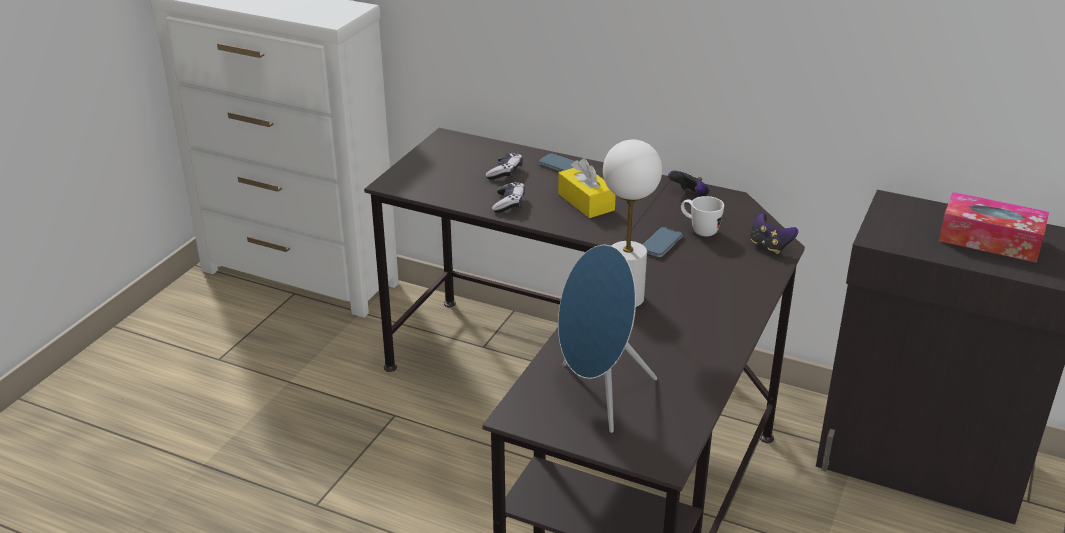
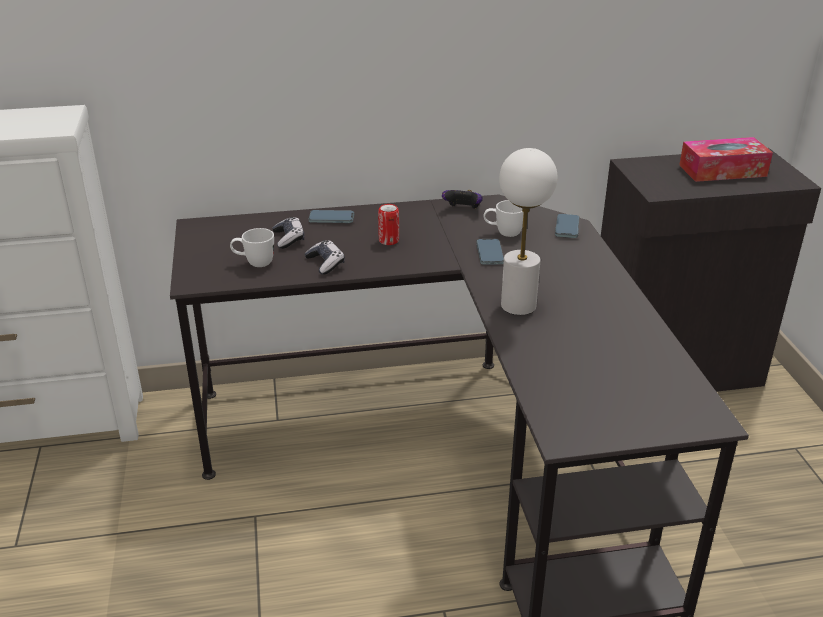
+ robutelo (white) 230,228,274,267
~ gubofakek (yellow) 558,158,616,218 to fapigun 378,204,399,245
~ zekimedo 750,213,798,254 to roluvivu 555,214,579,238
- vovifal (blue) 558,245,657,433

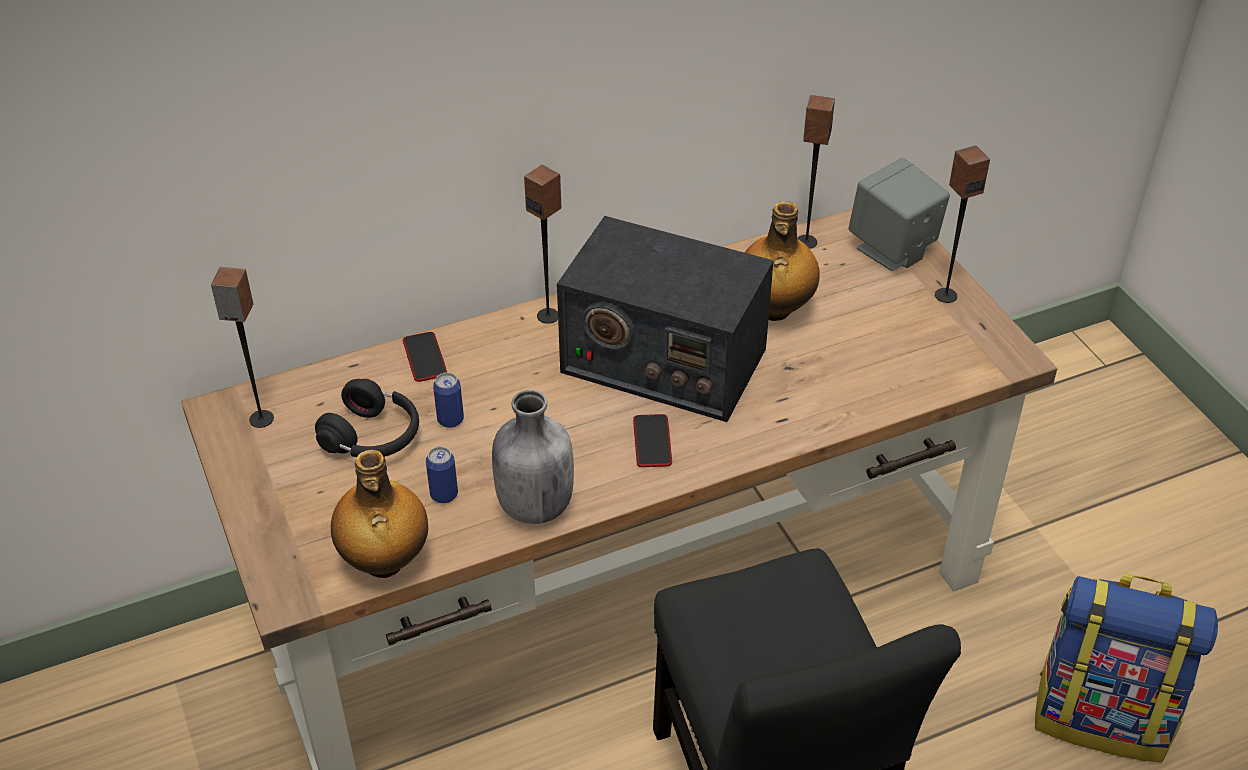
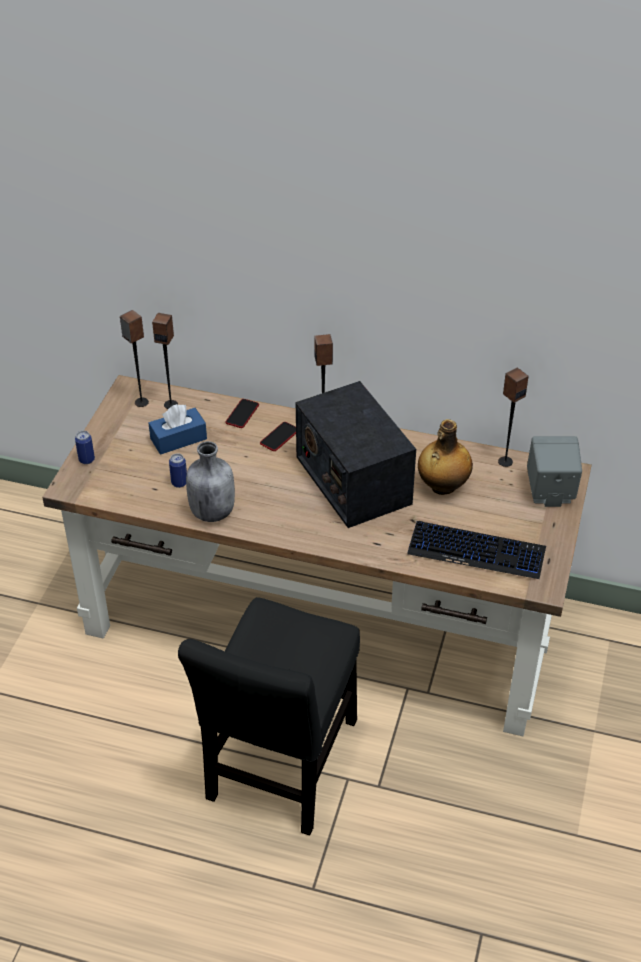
~ fapigun 433,372,464,428 to 75,431,95,464
~ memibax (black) 315,379,419,457 to gubofakek (blue) 148,404,207,455
~ vovifal 935,145,990,303 to 152,313,178,409
~ roluvivu 633,414,672,467 to 260,422,296,451
+ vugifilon 407,521,546,579
- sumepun 331,450,428,578
- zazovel 1035,574,1218,763

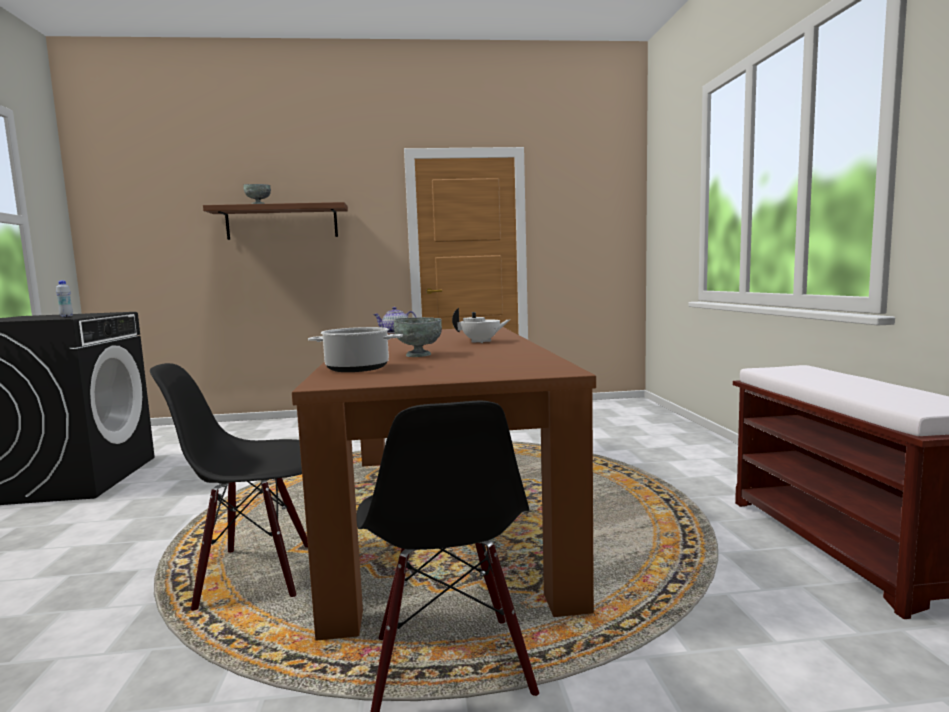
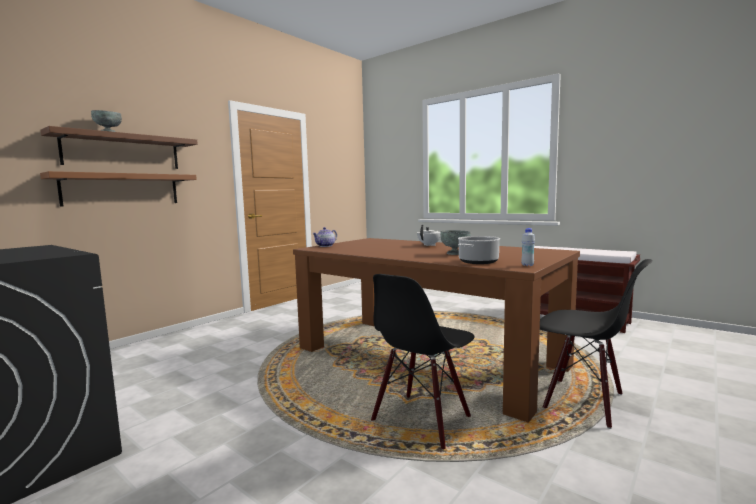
+ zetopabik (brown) 40,171,197,207
~ sumepun (white) 56,280,73,317 to 521,228,535,266

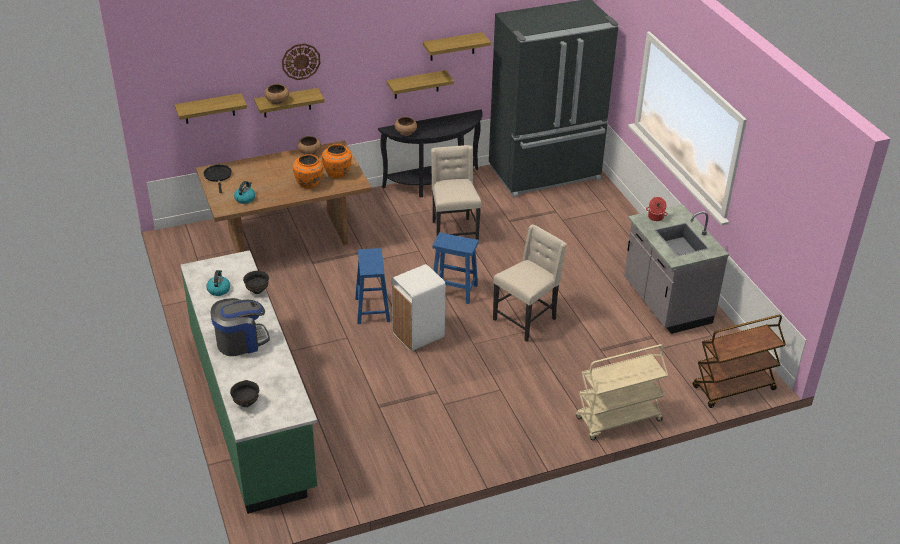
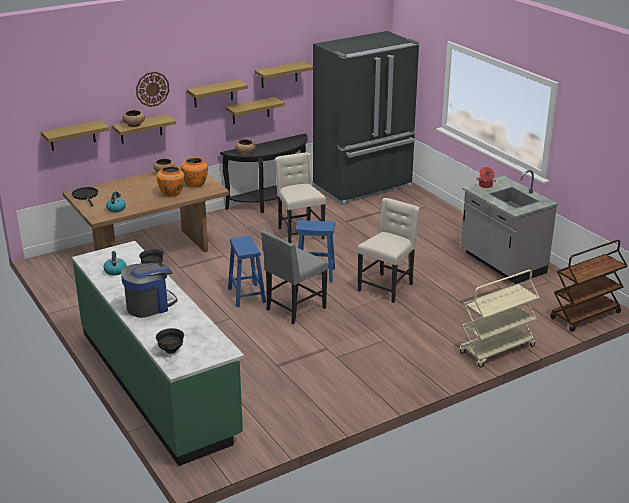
+ zetopabik 187,80,248,107
~ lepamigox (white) 391,264,446,351 to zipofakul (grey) 261,230,328,324

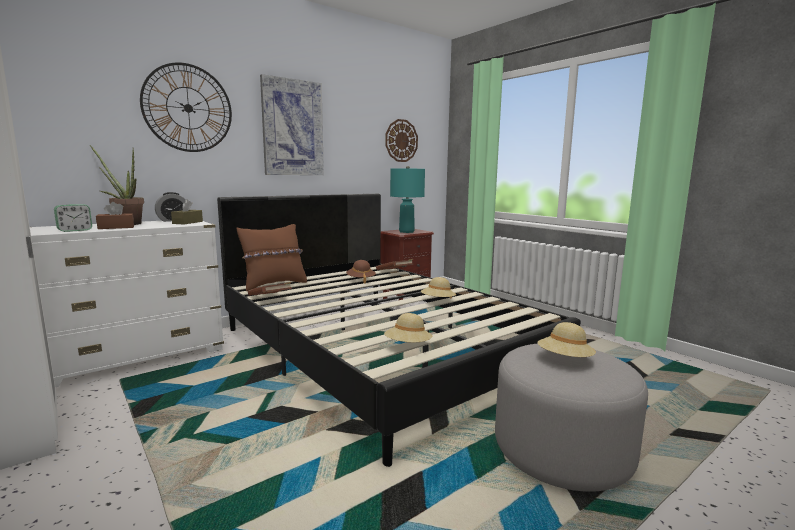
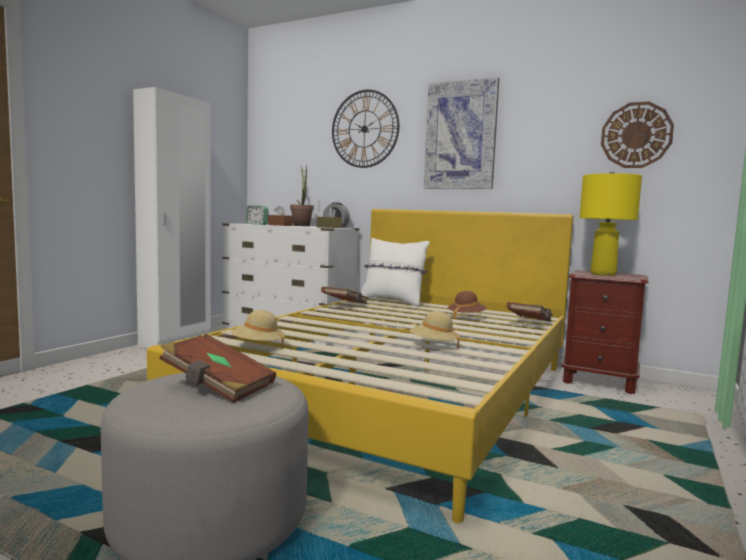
~ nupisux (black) 217,194,581,467 to nupisux (yellow) 147,209,573,523
~ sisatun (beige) 537,322,596,357 to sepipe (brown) 159,334,276,403
~ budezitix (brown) 236,224,307,291 to budezitix (white) 361,238,429,307
~ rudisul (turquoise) 390,166,425,233 to rudisul (yellow) 580,171,642,276

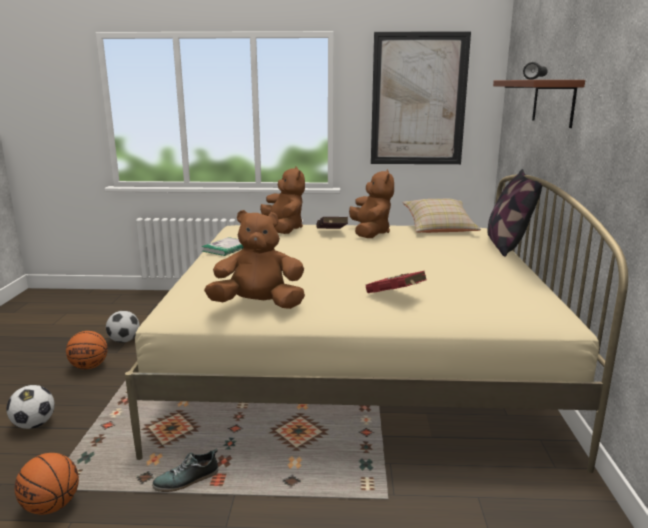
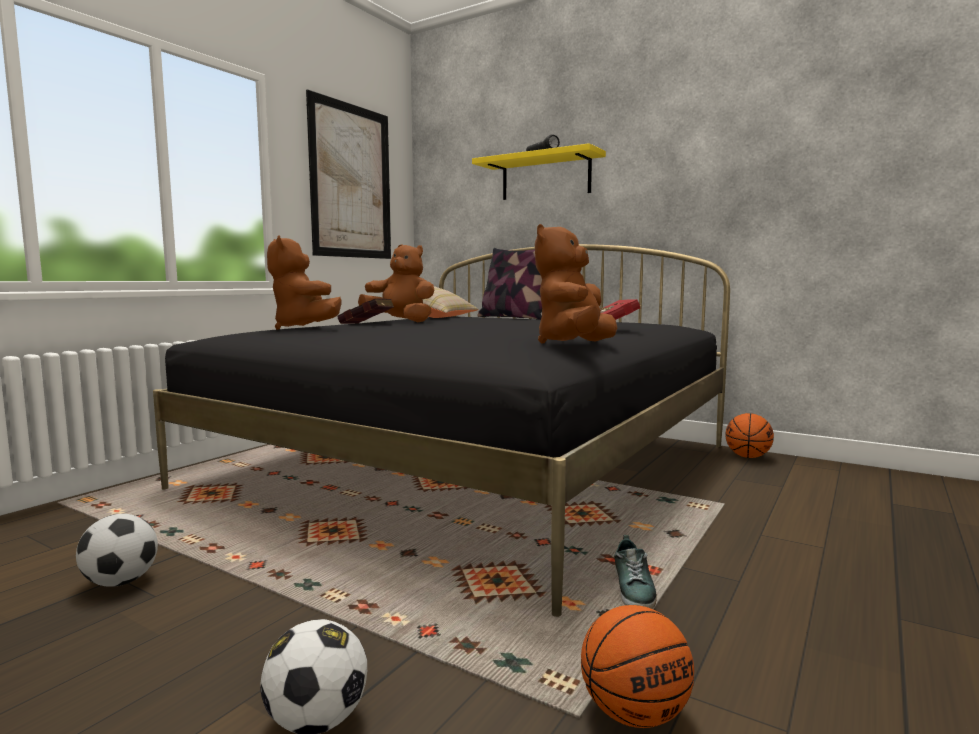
~ nupisux (beige) 125,174,628,473 to nupisux (black) 153,244,730,617
~ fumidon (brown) 260,166,305,234 = 267,235,341,330 135 degrees counterclockwise
~ zetopabik (brown) 493,80,585,128 to zetopabik (yellow) 472,143,606,200
~ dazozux 66,331,108,369 to 726,413,774,458
- sepipe 201,237,244,256

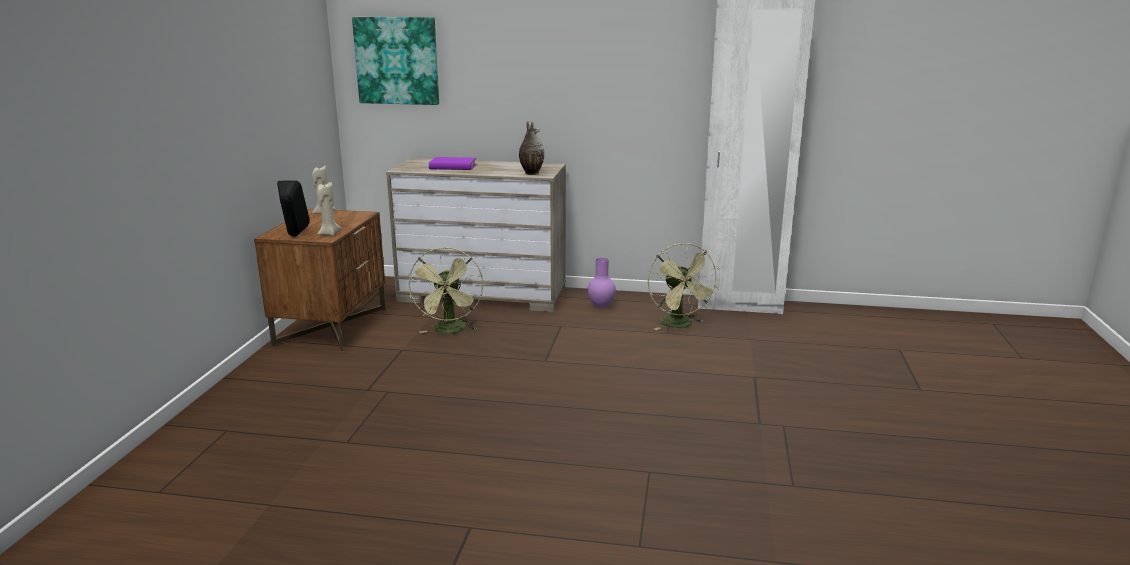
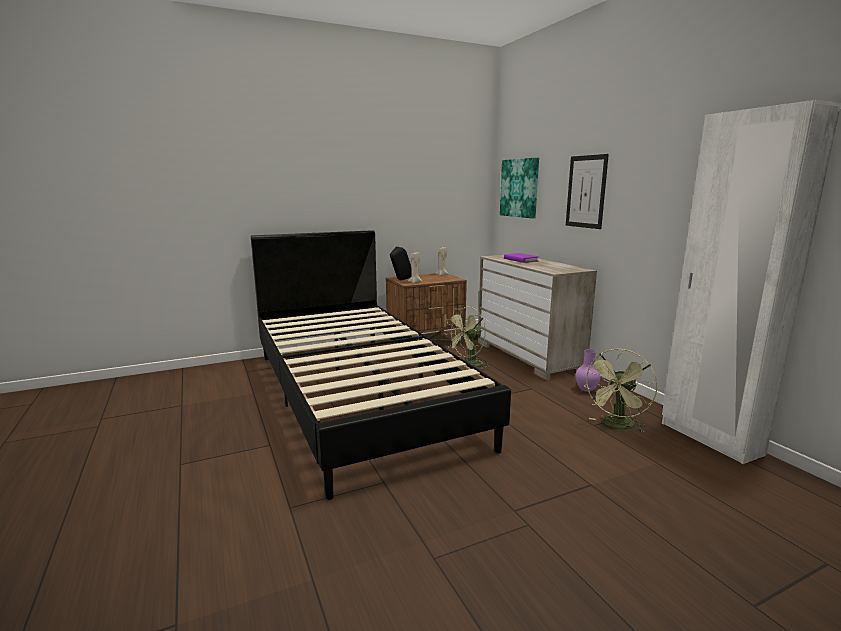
+ nupisux (black) 251,230,511,500
+ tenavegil 566,154,609,229
- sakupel 519,122,544,175

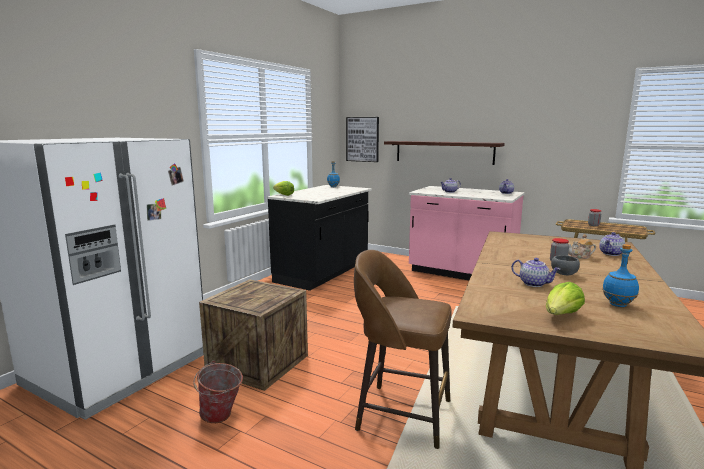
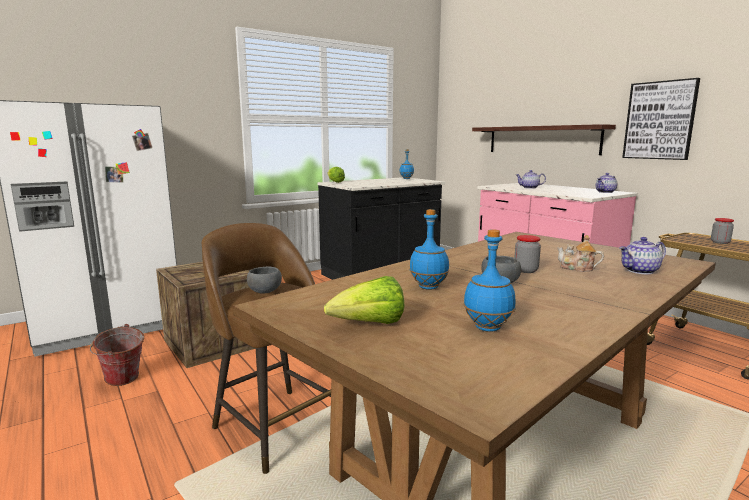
+ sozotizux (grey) 247,267,282,294
~ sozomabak 512,258,561,287 to sumepun (blue) 409,209,449,290
~ tenavegil 346,117,379,162 to 622,78,700,160

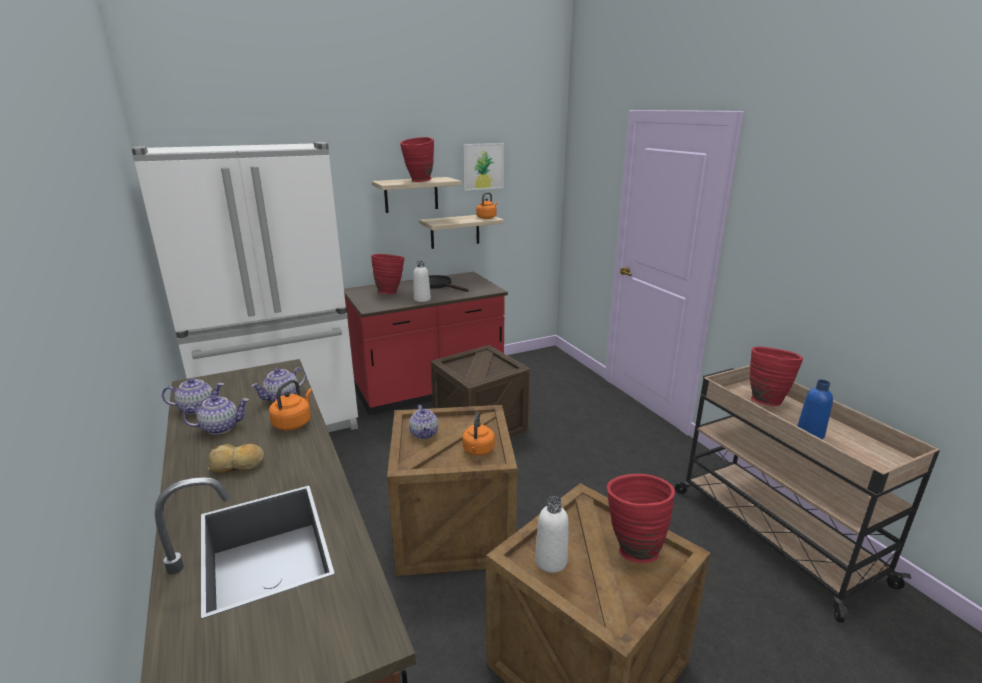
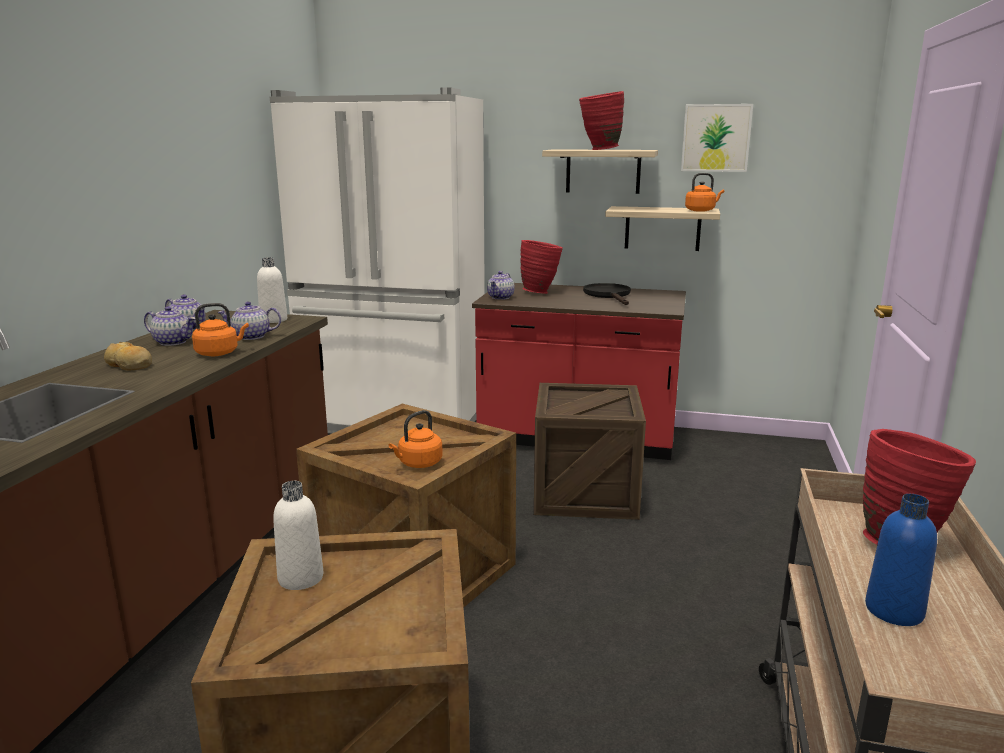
~ sumepun (white) 413,261,431,302 to 257,257,287,323
~ sozomabak 409,405,438,439 to 487,271,515,300
- sakupel (red) 606,474,675,563

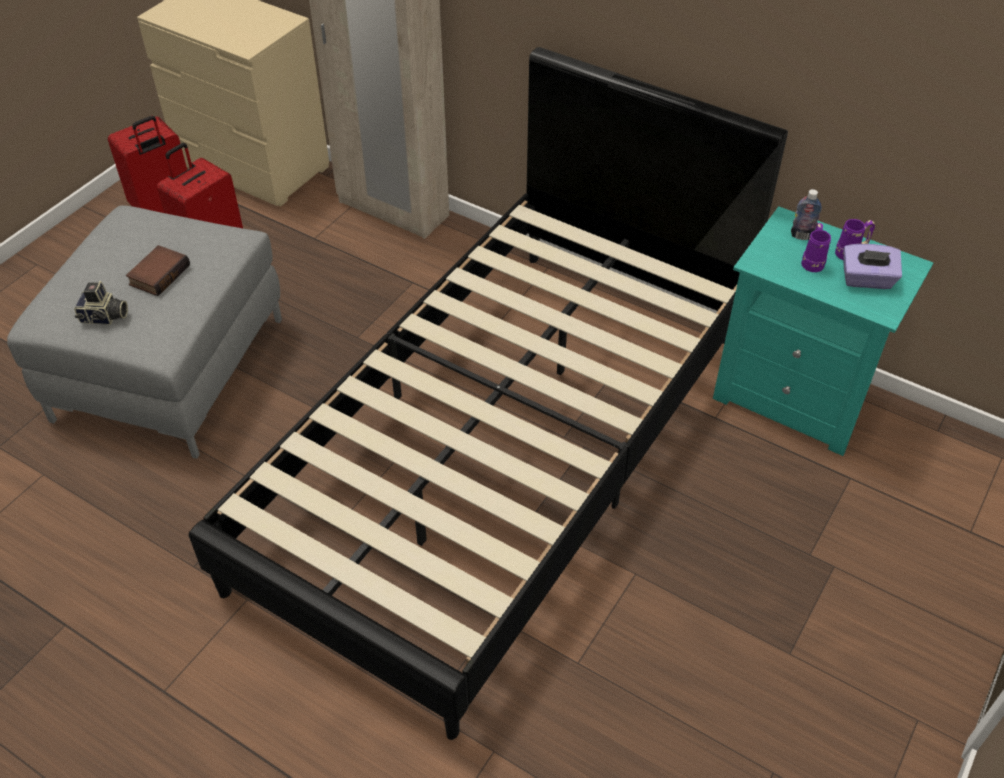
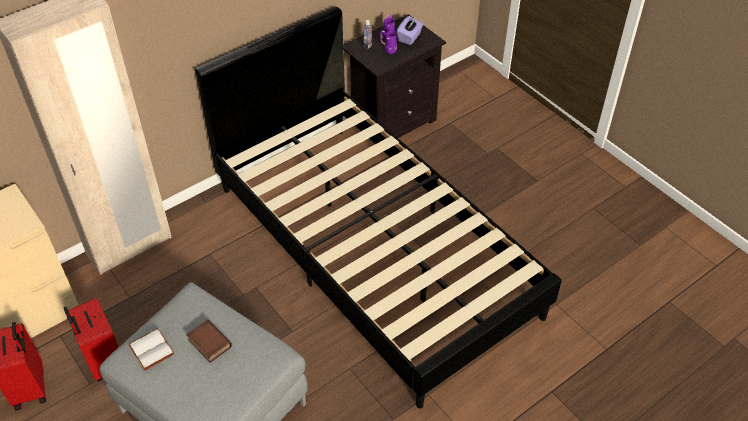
+ sepipe (white) 128,328,174,371
~ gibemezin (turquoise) 713,206,933,456 to gibemezin (black) 343,14,446,138
- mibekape 74,281,128,325

